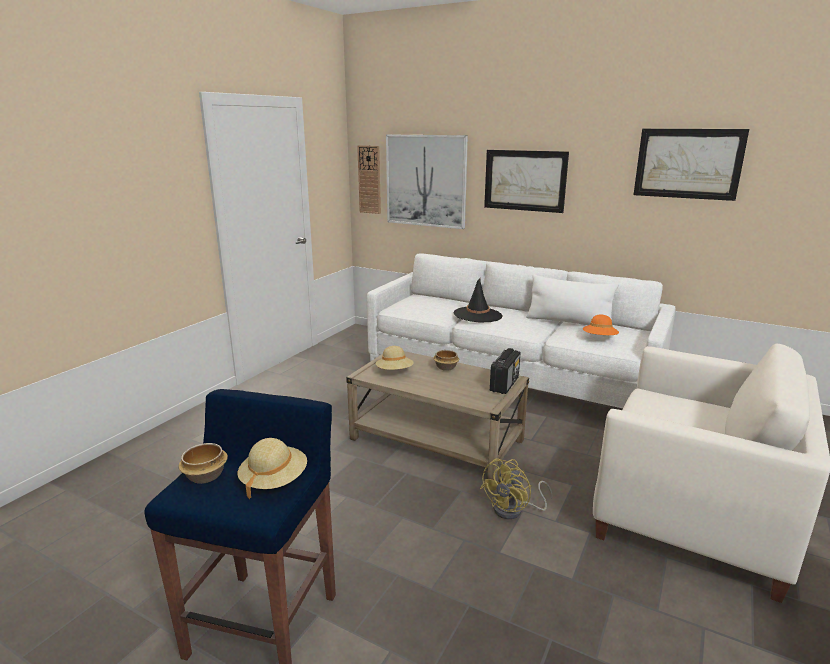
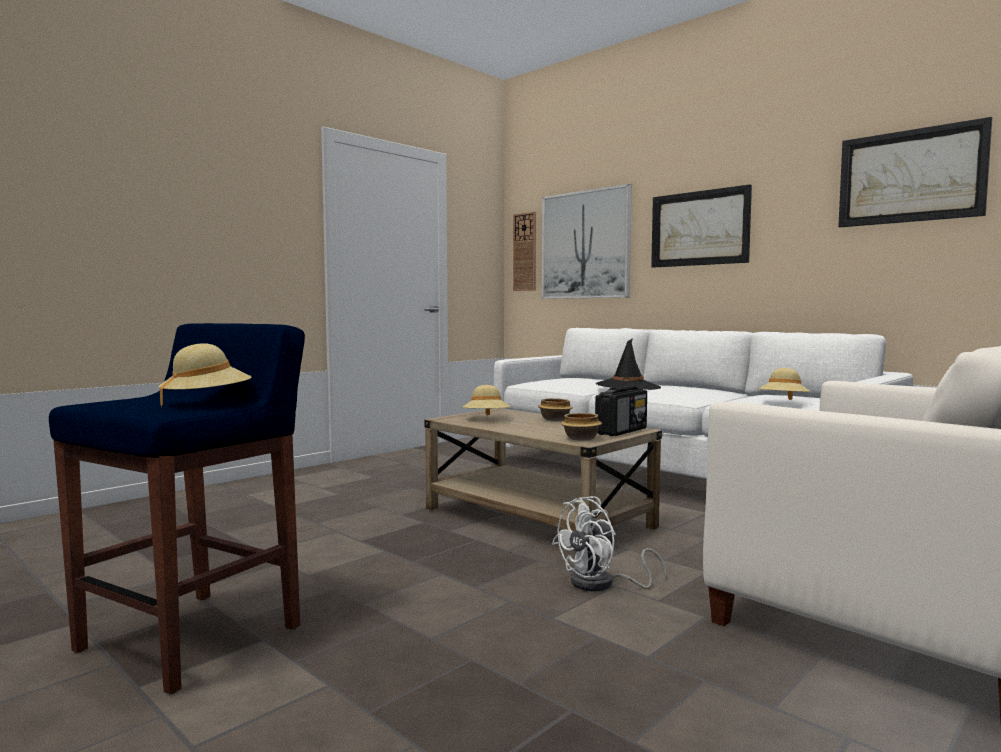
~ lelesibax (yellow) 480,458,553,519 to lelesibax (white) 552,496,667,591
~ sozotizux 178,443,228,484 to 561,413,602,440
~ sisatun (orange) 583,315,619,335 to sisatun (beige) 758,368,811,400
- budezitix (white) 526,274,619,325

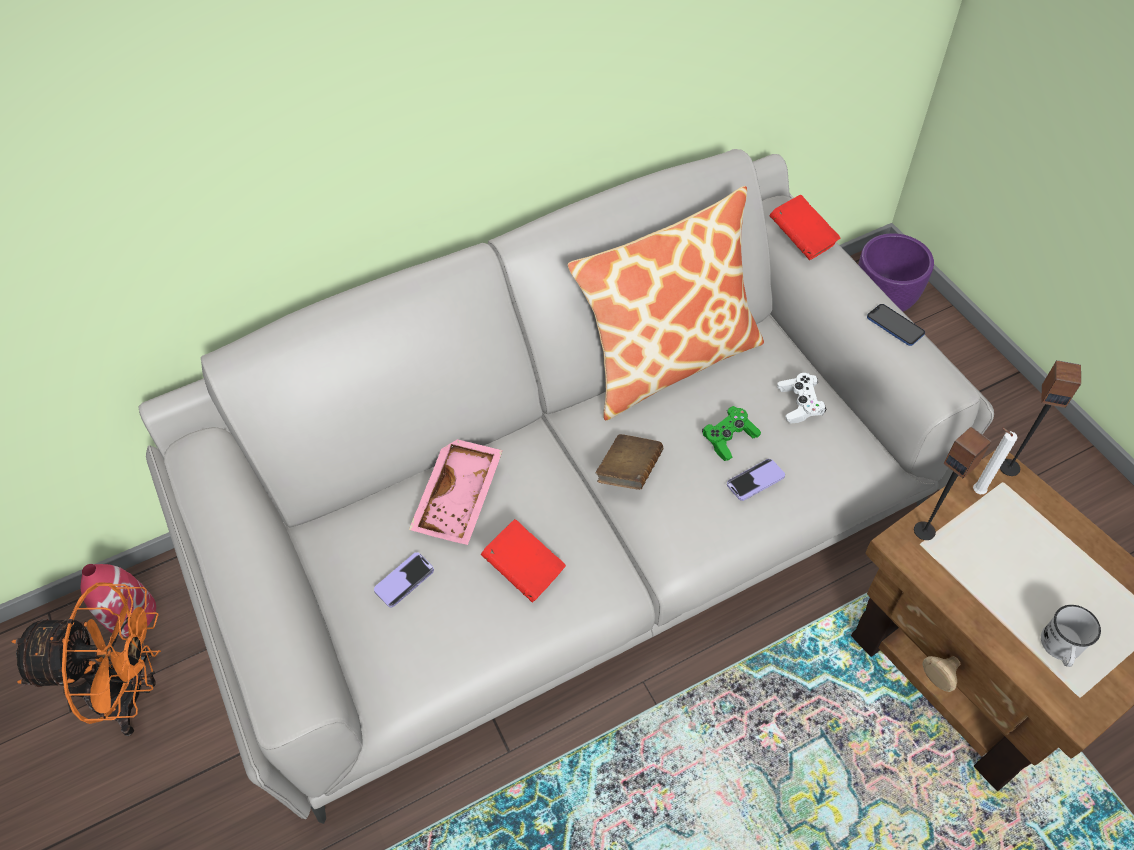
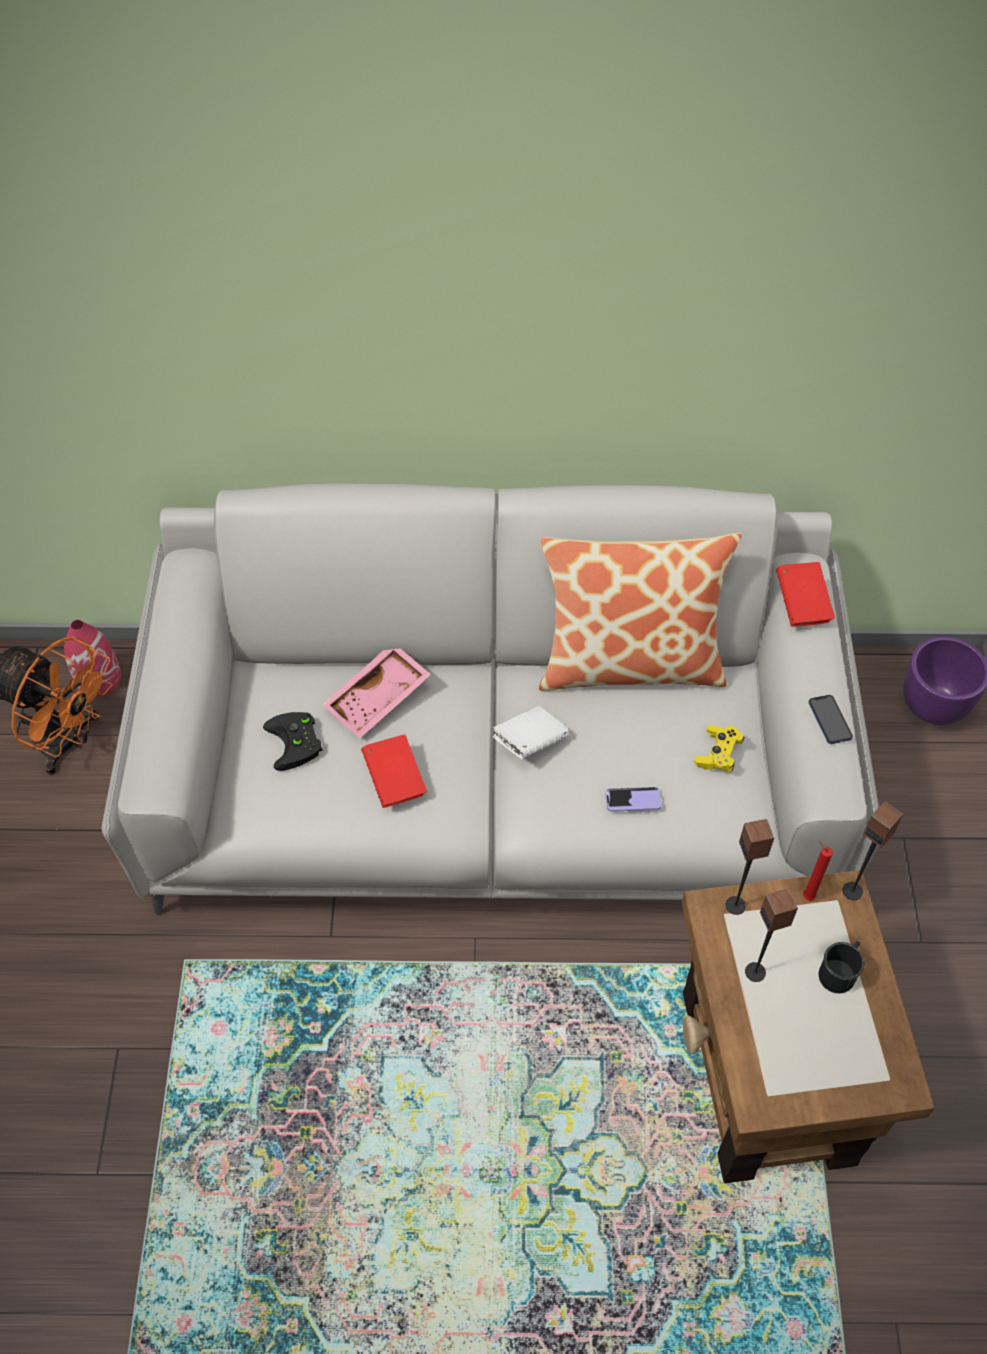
~ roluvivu 374,552,434,607 to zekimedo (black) 263,712,323,771
~ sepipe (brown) 596,434,663,490 to sepipe (white) 493,706,569,759
~ zekimedo (white) 777,373,827,424 to zekimedo (yellow) 694,725,745,772
+ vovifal 745,888,798,982
~ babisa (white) 973,428,1018,494 to babisa (red) 803,840,833,901
+ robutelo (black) 819,941,865,993
- zekimedo (green) 702,406,761,461
- robutelo (white) 1041,605,1101,667

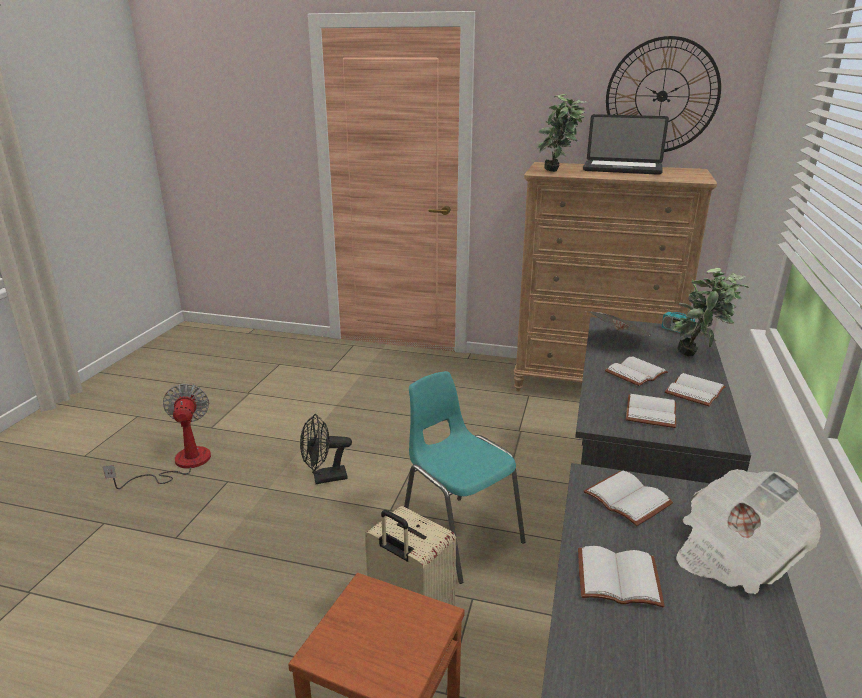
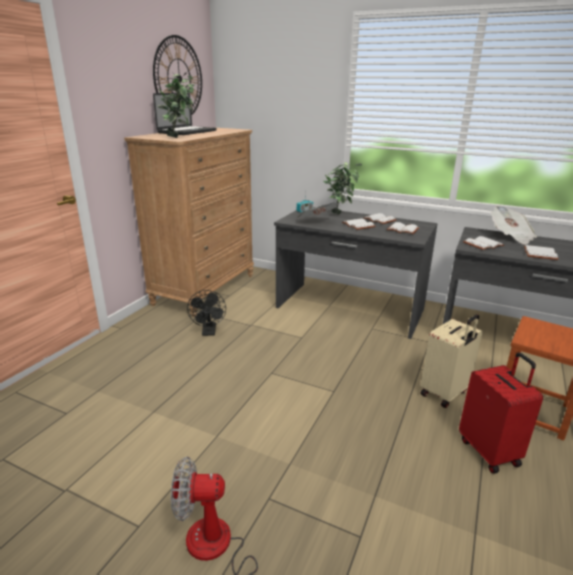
~ lelesibax (black) 300,414,352,484 to 187,290,226,336
+ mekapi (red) 459,353,543,474
- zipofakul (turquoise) 404,371,526,584

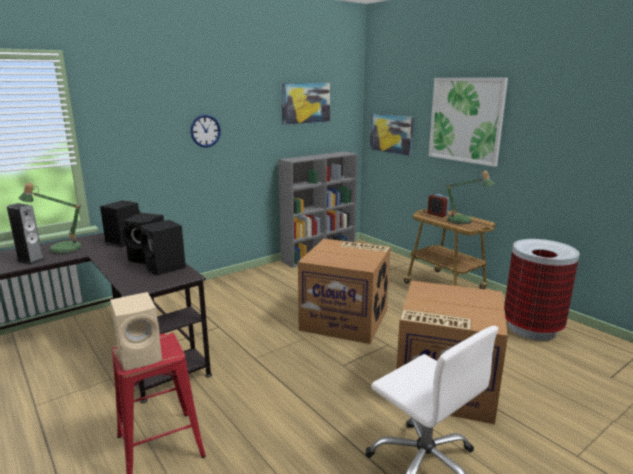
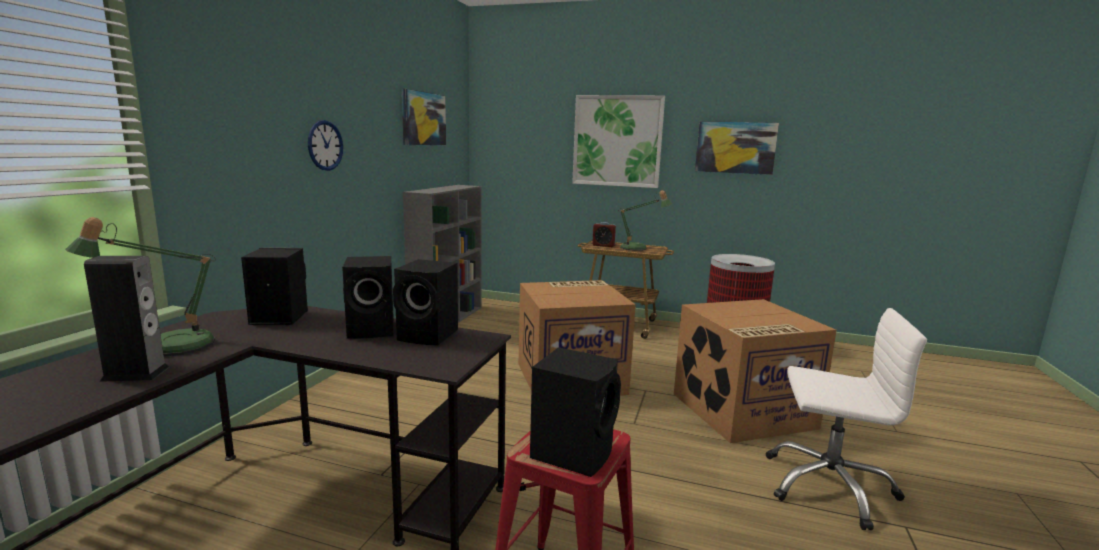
~ vovifal (beige) 110,292,162,371 to vovifal (black) 530,347,621,477
~ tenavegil 370,113,414,156 to 695,121,779,175

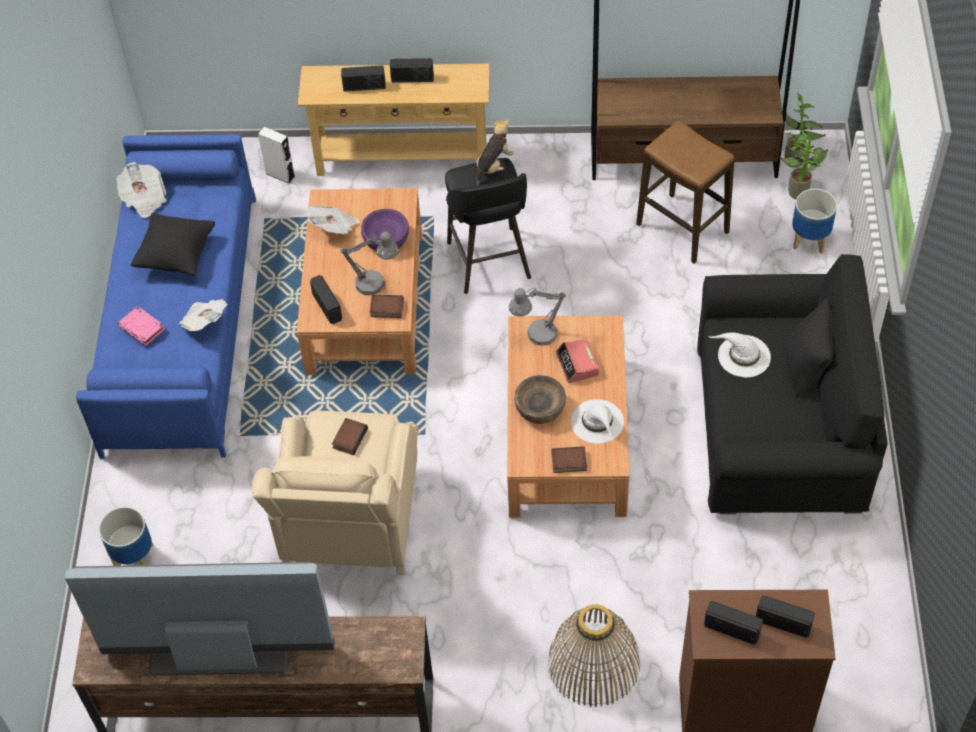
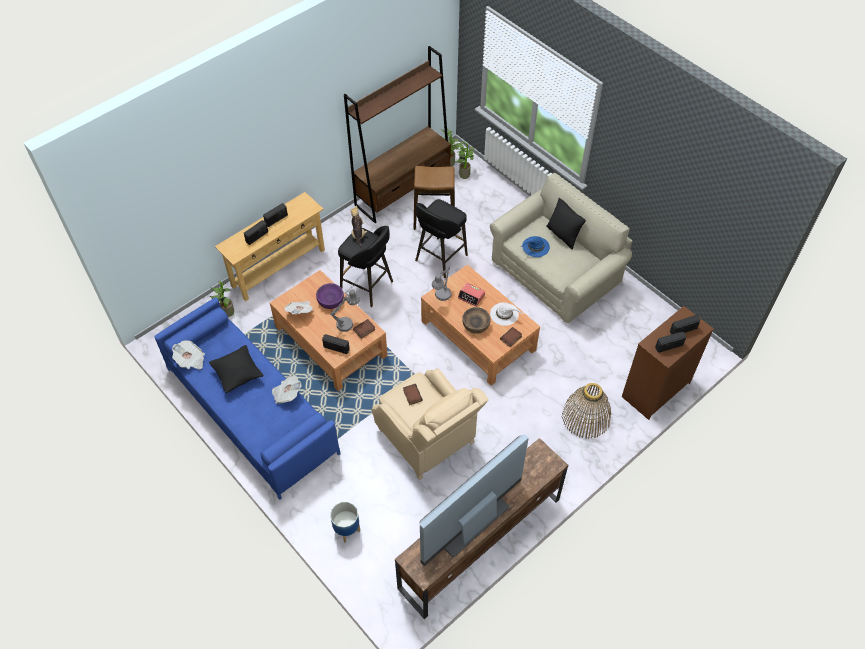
~ vovifal (white) 258,127,295,184 to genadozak 210,281,234,317
+ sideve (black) 415,199,468,278
~ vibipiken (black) 697,254,888,514 to vibipiken (beige) 490,173,633,324
~ sisatun (white) 708,332,771,377 to sisatun (blue) 522,236,550,257
- sepipe (pink) 118,306,165,346
- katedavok 792,189,837,254

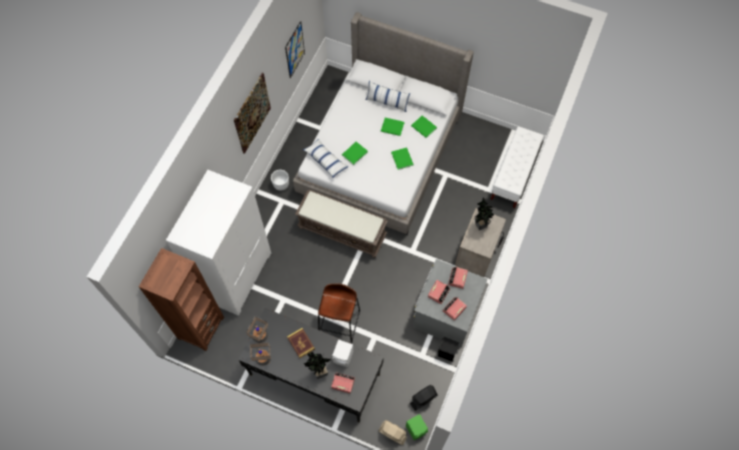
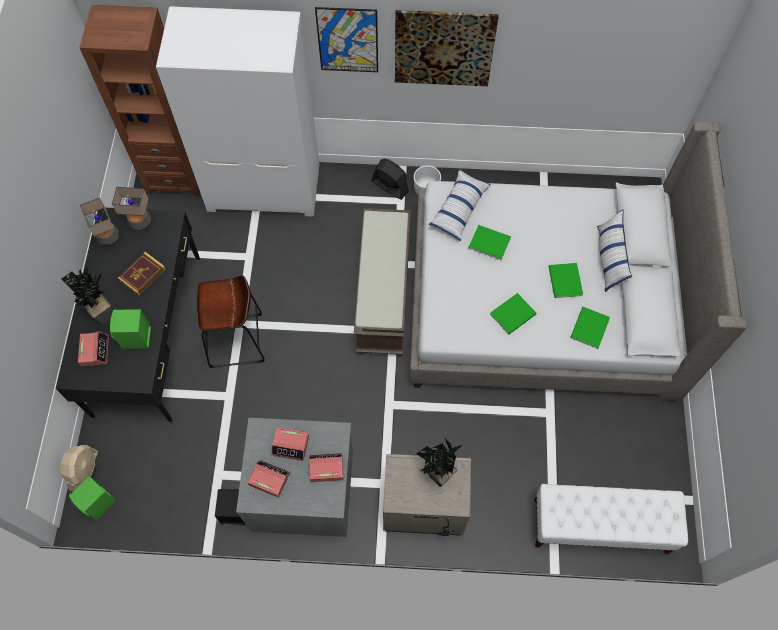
~ vovifal (white) 332,339,353,367 to vovifal (green) 110,309,151,349
~ tenavegil 285,21,305,78 to 315,7,378,72
~ lelesibax (black) 410,385,437,411 to 372,159,409,200

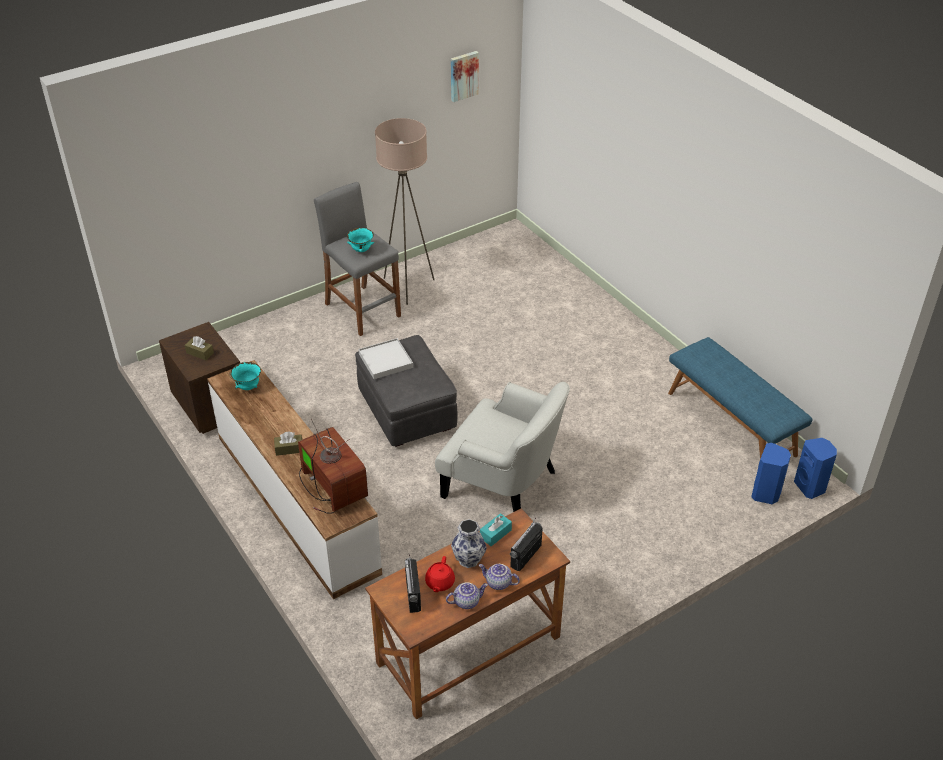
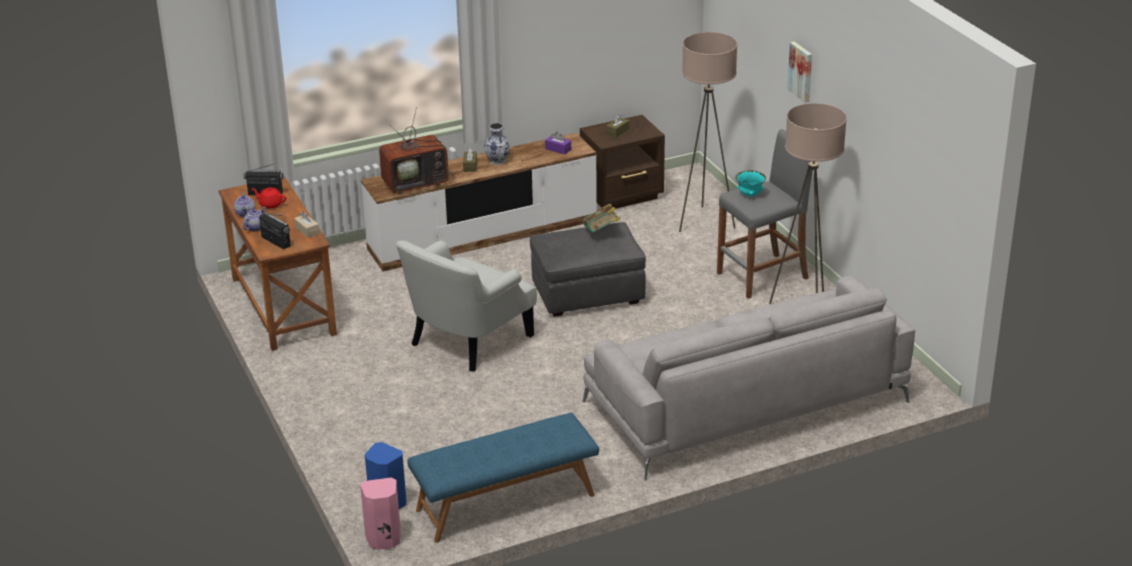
~ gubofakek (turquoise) 480,513,512,546 to gubofakek (beige) 294,212,320,238
~ vovifal (blue) 794,438,837,499 to vovifal (pink) 360,477,401,550
~ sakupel 451,519,487,568 to 484,123,510,165
~ sozotizux (turquoise) 230,362,261,390 to gubofakek (purple) 545,132,571,154
~ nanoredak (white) 358,338,413,379 to sepipe 583,204,620,232
+ vibipiken (grey) 583,276,915,481
+ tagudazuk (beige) 679,32,738,232
~ tenavegil 451,51,479,102 to 787,41,812,103

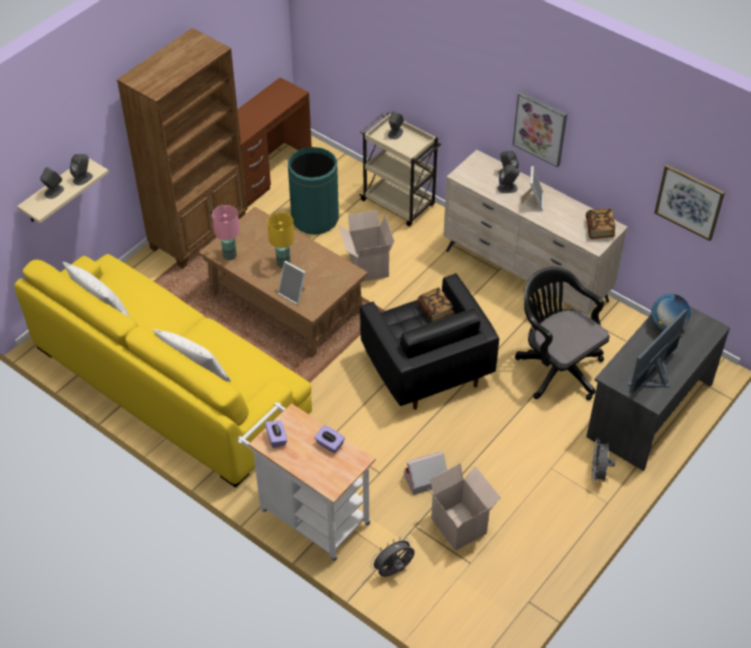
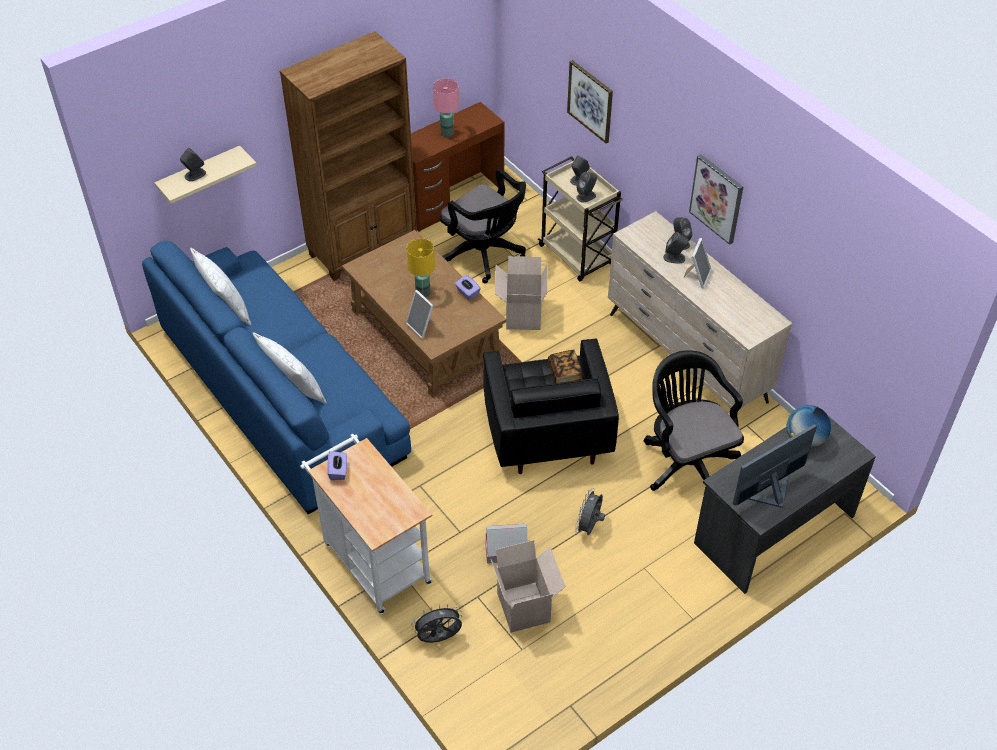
~ vibipiken (yellow) 14,254,312,488 to vibipiken (blue) 142,241,411,514
~ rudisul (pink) 212,205,240,260 to 433,78,459,137
~ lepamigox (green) 288,147,339,235 to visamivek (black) 440,169,526,283
~ gubofakek (purple) 314,425,345,453 to 455,275,481,300
~ tenavegil 654,164,725,241 to 567,60,613,143
~ lelesibax (grey) 591,438,615,484 to 575,488,605,535
~ vovifal (grey) 70,154,93,185 to 576,172,597,202
- sepipe 586,209,615,239

